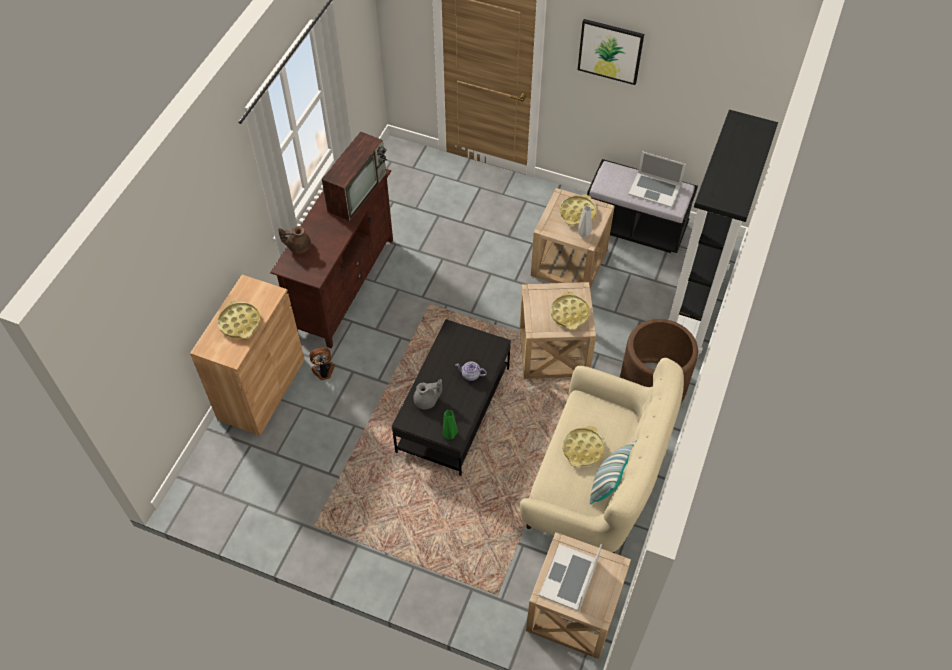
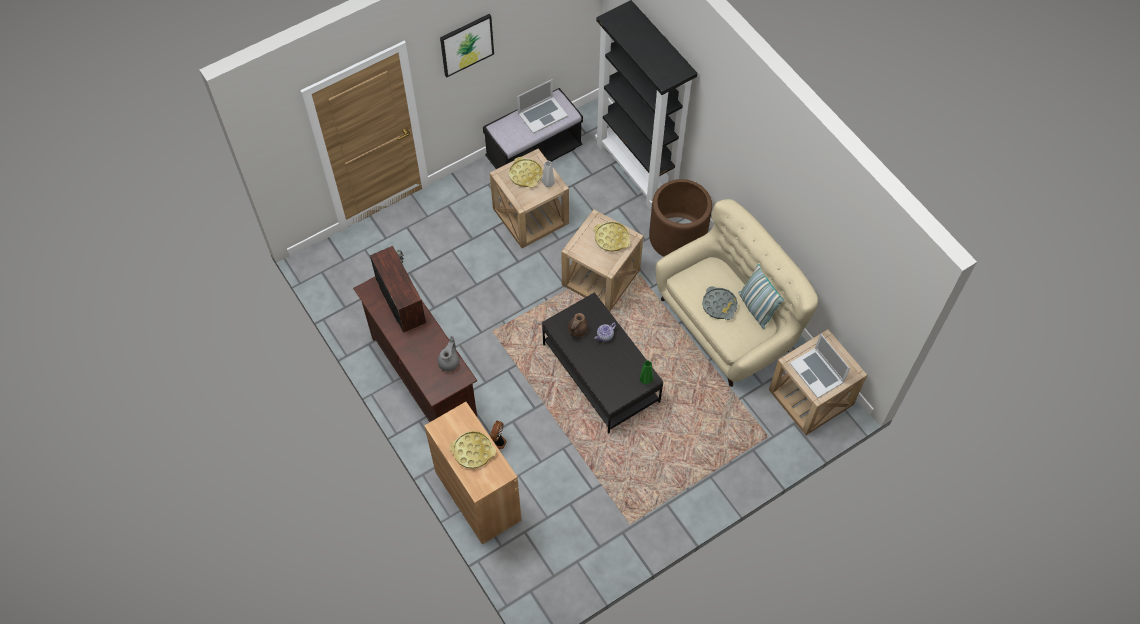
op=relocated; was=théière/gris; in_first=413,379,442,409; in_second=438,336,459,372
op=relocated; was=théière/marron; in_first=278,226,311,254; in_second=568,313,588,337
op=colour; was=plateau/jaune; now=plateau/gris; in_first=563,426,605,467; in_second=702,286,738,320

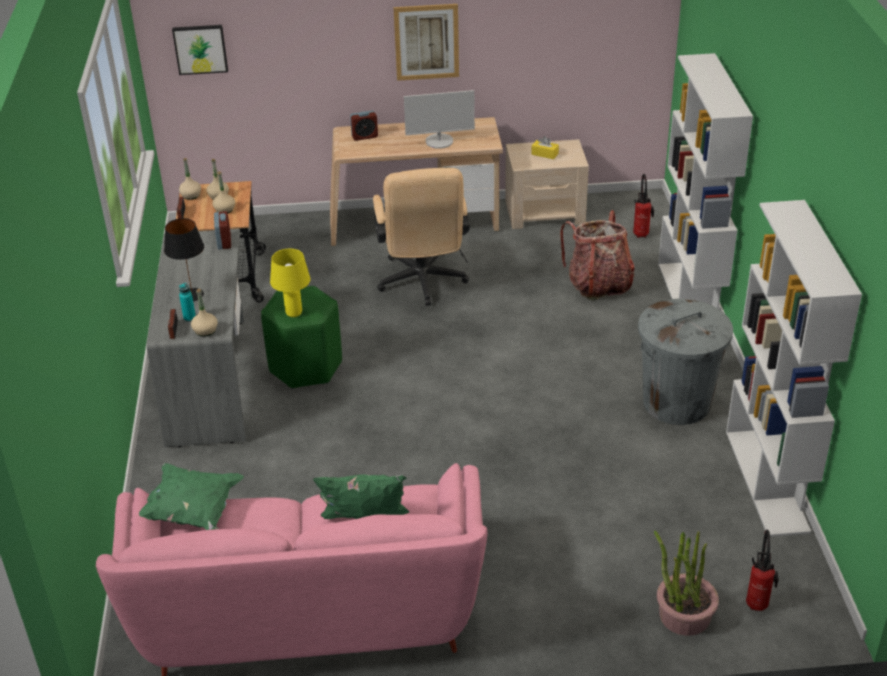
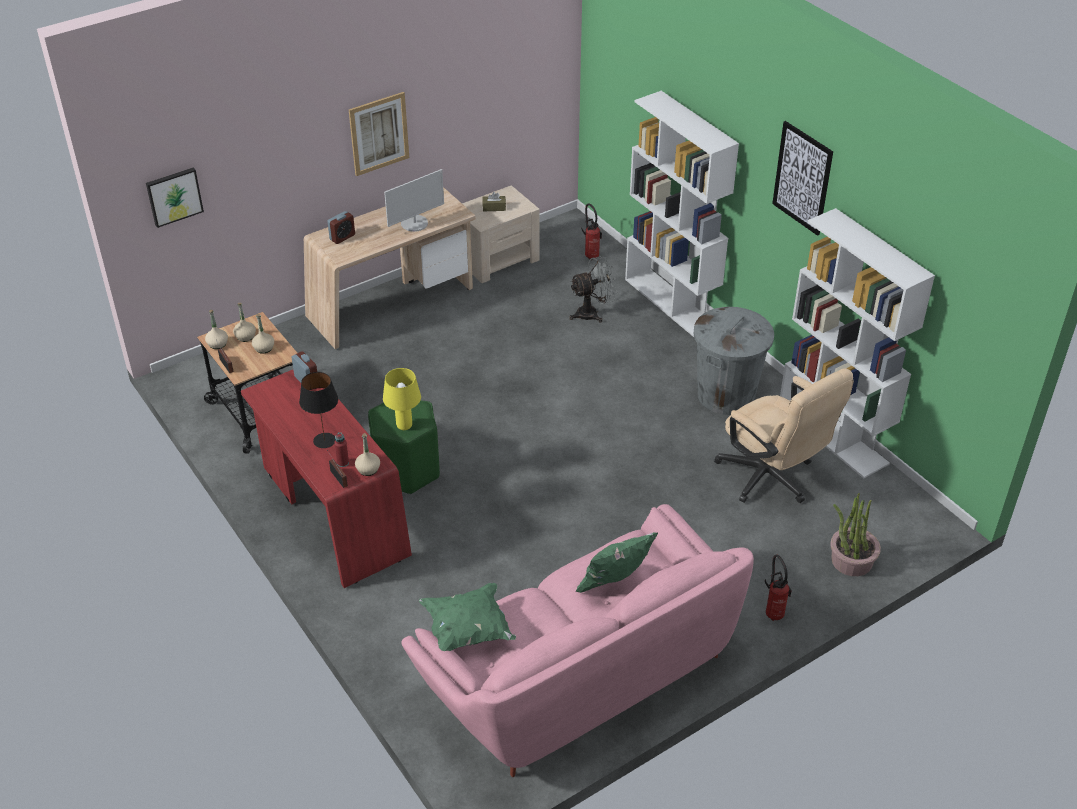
op=colour; was=bureau/gris; now=bureau/rouge; in_first=147,229,246,448; in_second=241,370,412,588
op=colour; was=bouteille/turquoise; now=bouteille/rouge; in_first=179,283,196,322; in_second=334,432,349,467
op=colour; was=boîte à mouchoirs/jaune; now=boîte à mouchoirs/marron; in_first=531,136,559,159; in_second=482,192,506,212
op=exchanged; was=sac à dos; now=ventilateur/gris; in_first=560,210,635,301; in_second=569,257,617,323
op=relocated; was=chaise de bureau/beige; in_first=373,168,470,306; in_second=714,368,854,503
op=relocated; was=extincteur; in_first=746,530,778,611; in_second=765,554,792,621
op=appeared; now=tableau; in_second=772,121,833,236

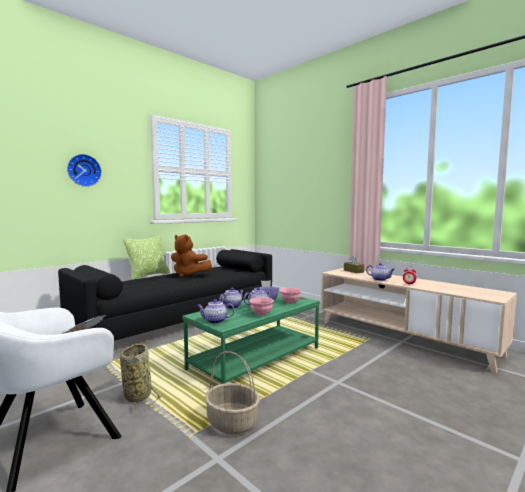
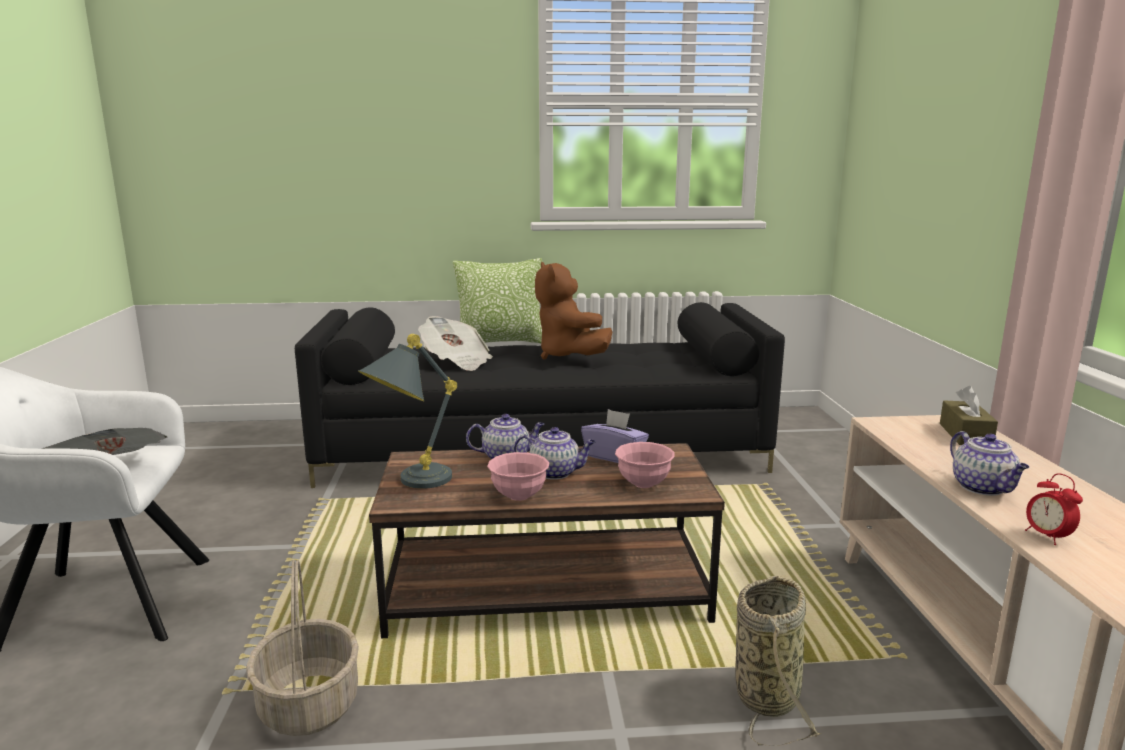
op=exchanged; was=théière; now=lampe de table/gris; in_first=197,299,235,324; in_second=358,334,457,489
op=colour; was=table basse/vert; now=table basse/marron; in_first=182,291,320,384; in_second=369,443,725,638
op=appeared; now=journal; in_second=418,316,493,371
op=relocated; was=panier; in_first=120,344,162,411; in_second=736,576,822,746
op=missing; was=horloge murale; in_first=67,154,102,187

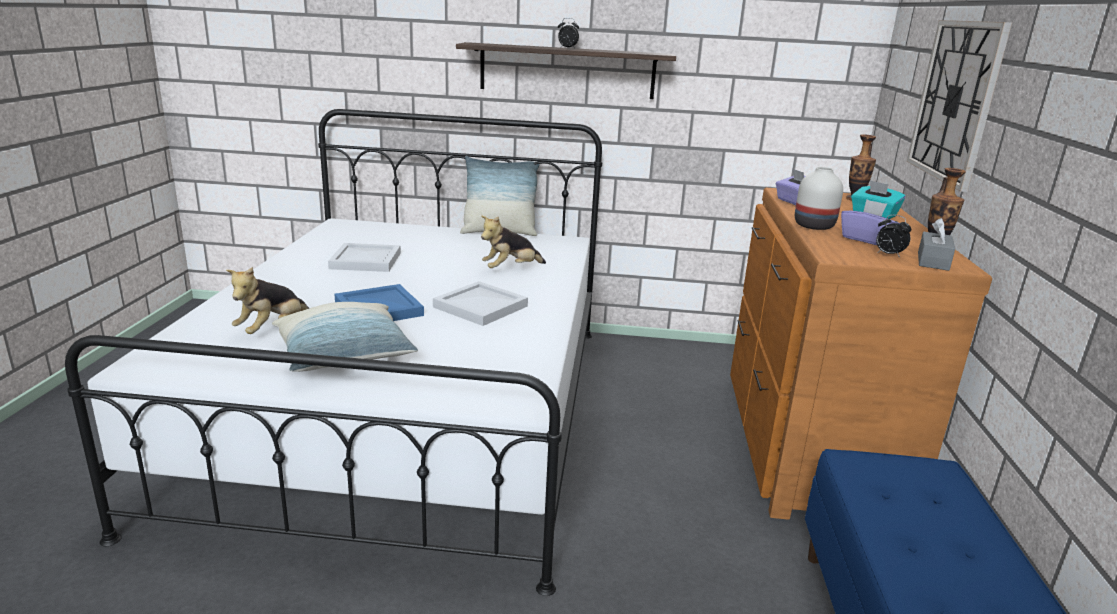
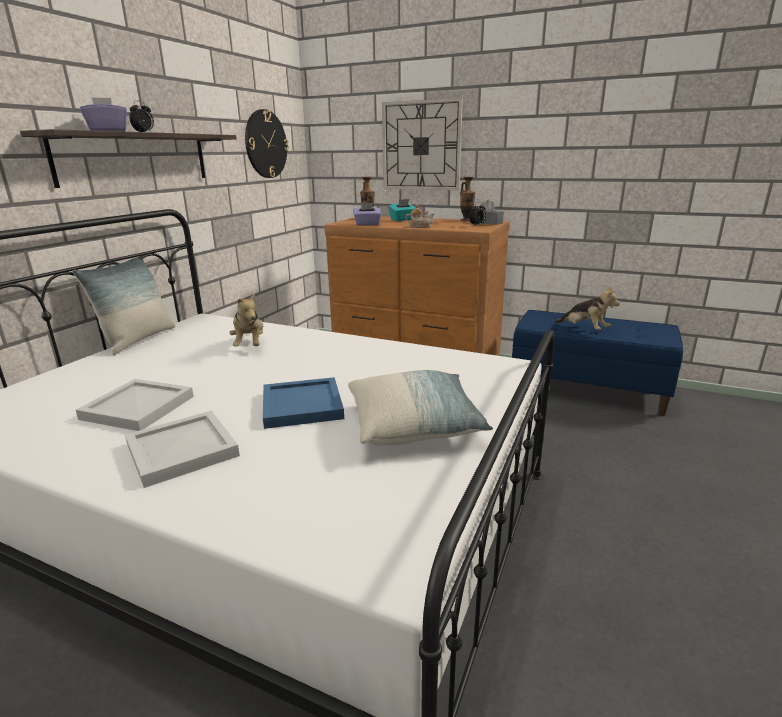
op=relocated; was=boîte à mouchoirs/violet; in_first=841,199,900,245; in_second=80,97,127,132
op=relocated; was=plateau/blanc; in_first=433,281,528,326; in_second=125,411,240,488
op=appeared; now=horloge murale; in_second=245,109,289,178
op=exchanged; was=vase/blanc; now=théière; in_first=795,167,843,230; in_second=406,204,434,228
op=relocated; was=peluche; in_first=226,267,309,334; in_second=554,286,620,330

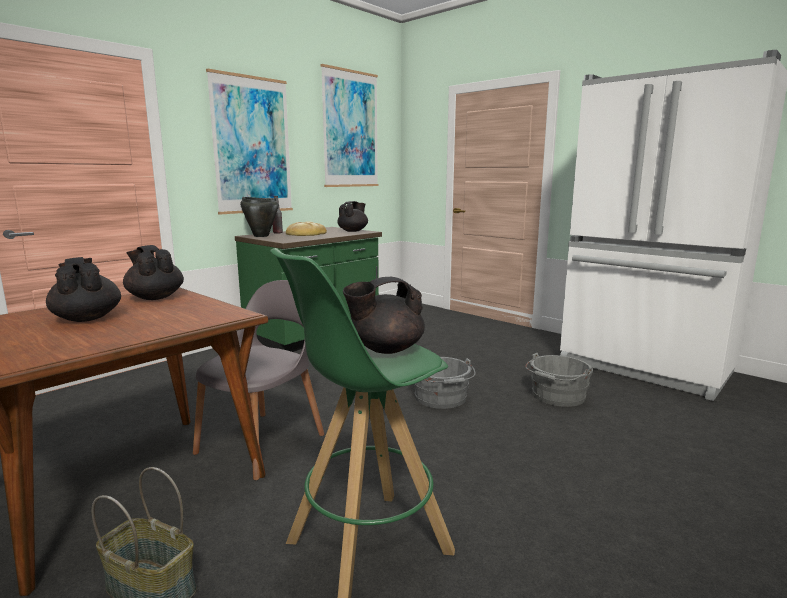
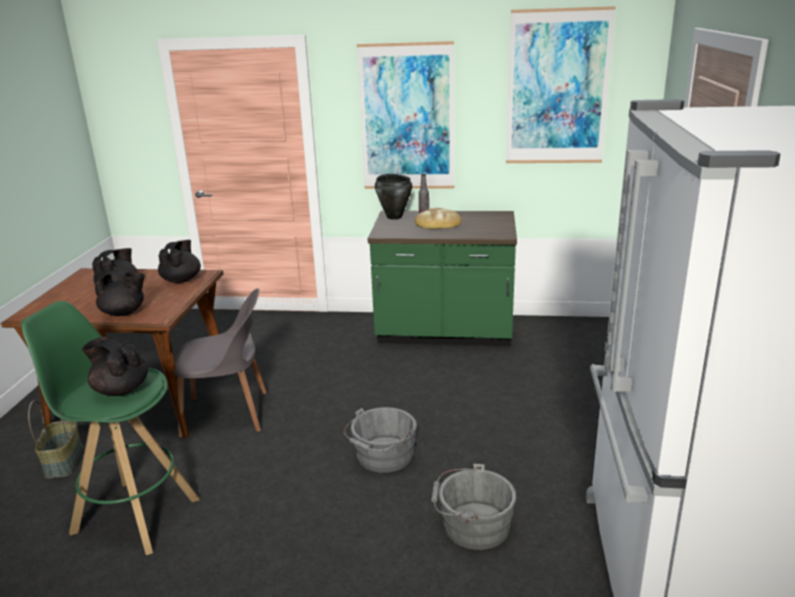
op=relocated; was=théière/noir; in_first=337,201,368,232; in_second=95,270,145,316

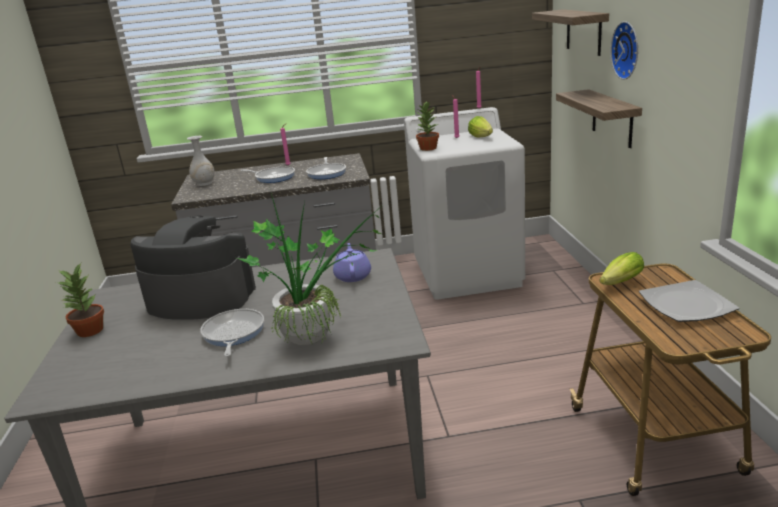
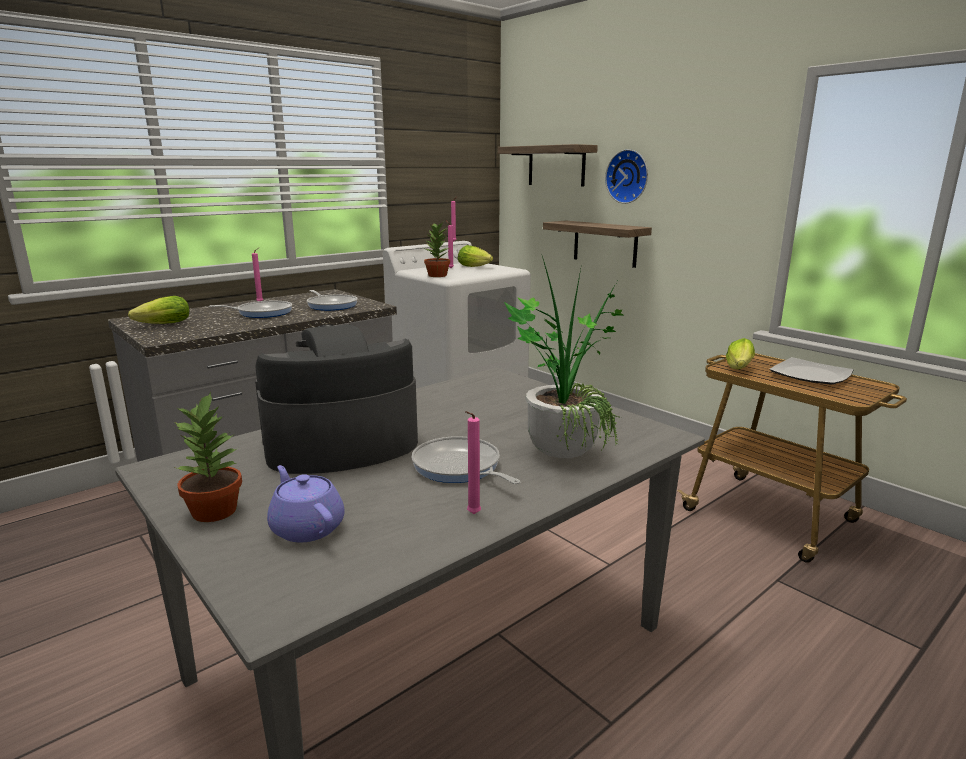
op=exchanged; was=vase/blanc; now=laitue; in_first=187,136,215,186; in_second=128,296,189,324
op=relocated; was=théière/violet; in_first=333,243,371,282; in_second=267,465,345,542
op=appeared; now=bougie/rose; in_second=465,411,481,514

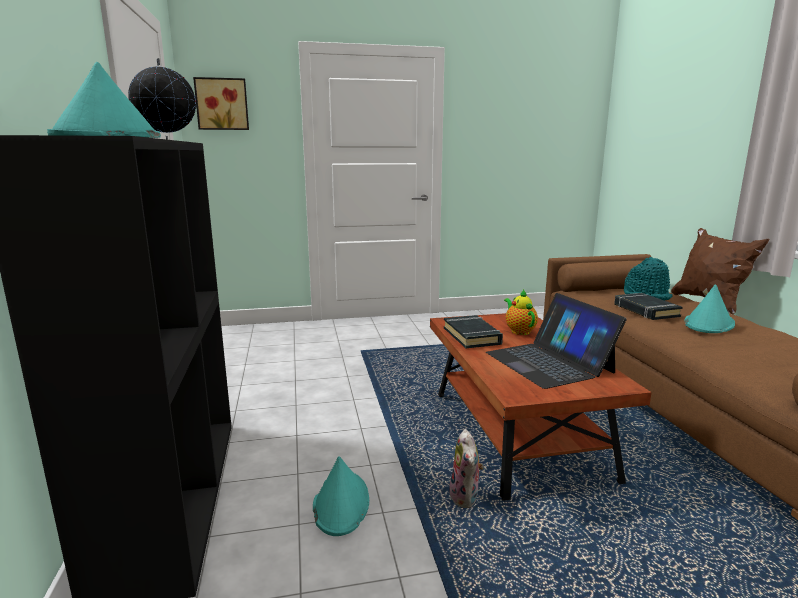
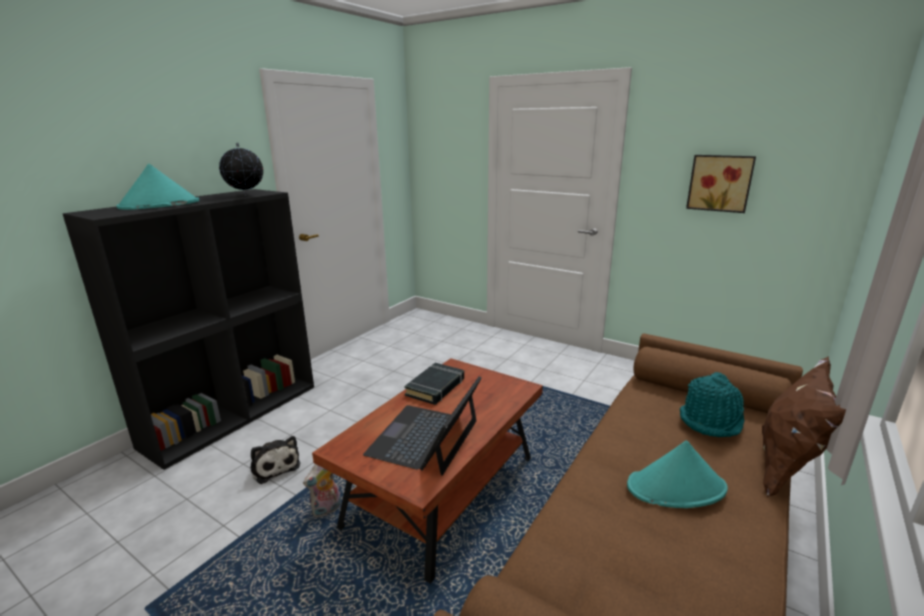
op=exchanged; was=chapeau/turquoise; now=peluche; in_first=313,456,369,536; in_second=250,436,300,484
op=relocated; was=tableau; in_first=193,77,249,130; in_second=686,155,756,213
op=missing; was=théière; in_first=504,289,538,335
op=missing; was=livre/noir; in_first=614,293,683,320

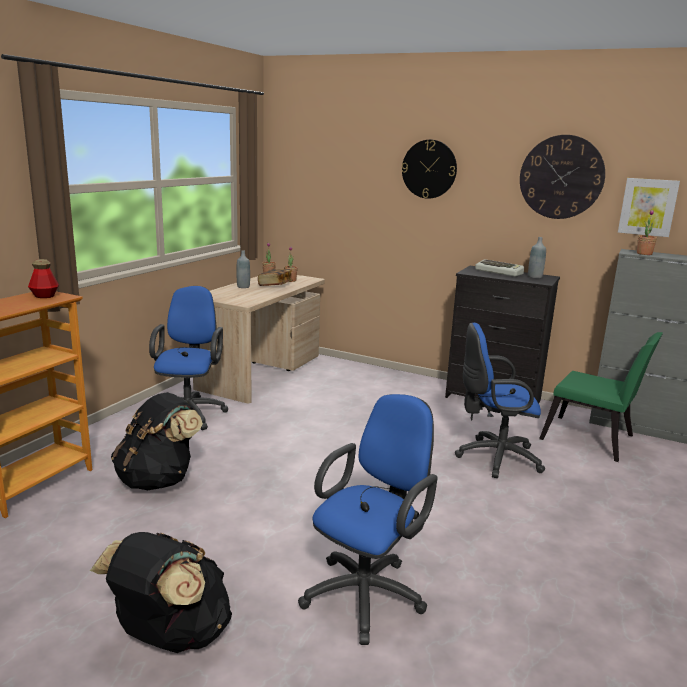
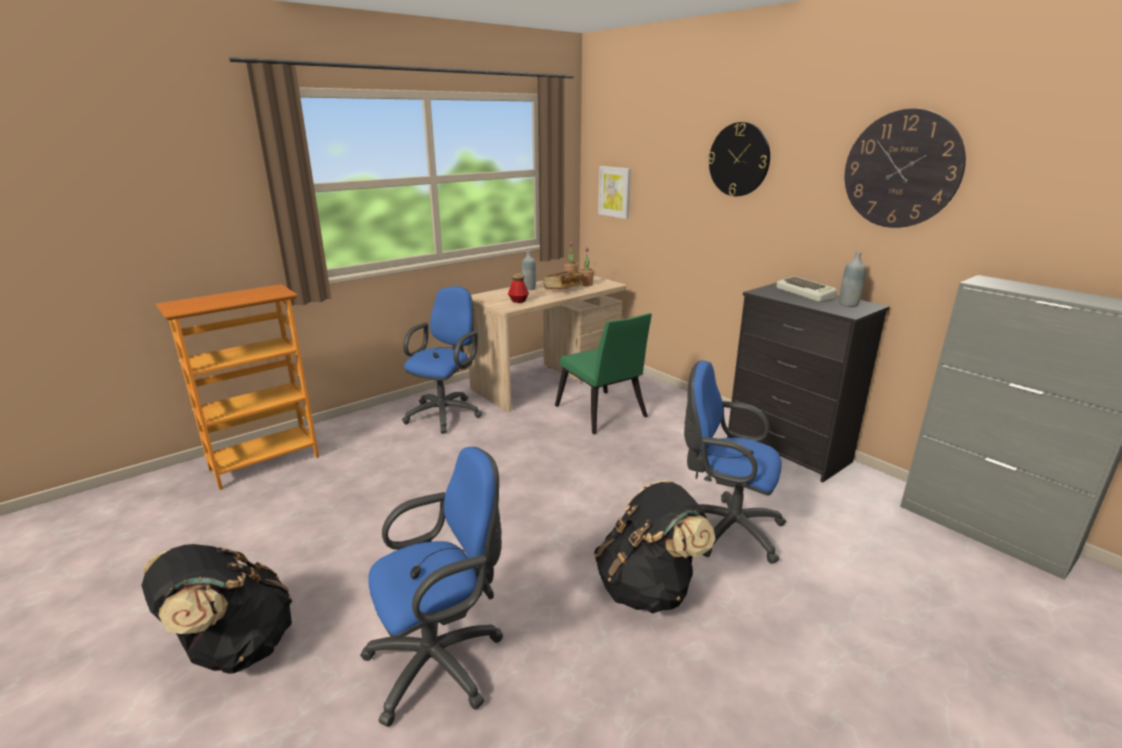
op=relocated; was=bouteille; in_first=28,259,59,298; in_second=508,273,529,303
op=relocated; was=chaise/vert; in_first=539,332,663,462; in_second=555,313,652,434
op=relocated; was=sac à dos/noir; in_first=111,392,203,490; in_second=594,480,715,613
op=relocated; was=tableau; in_first=618,178,680,237; in_second=598,166,631,219
op=missing; was=plante en pot; in_first=637,210,657,255

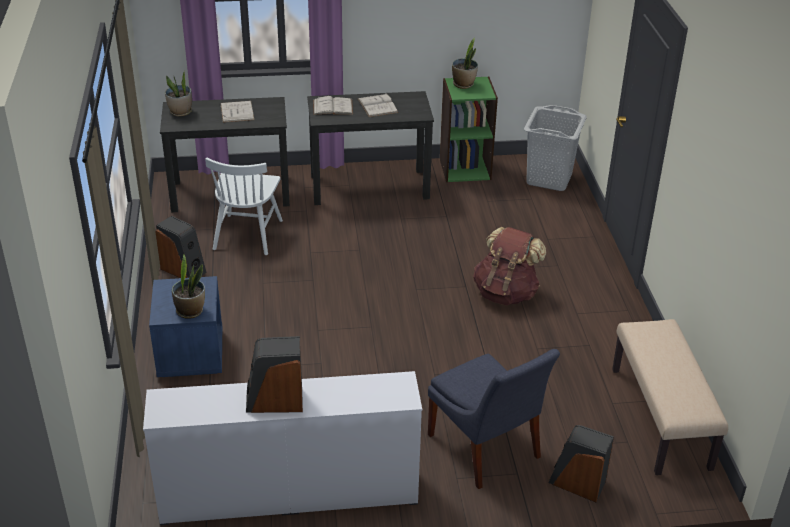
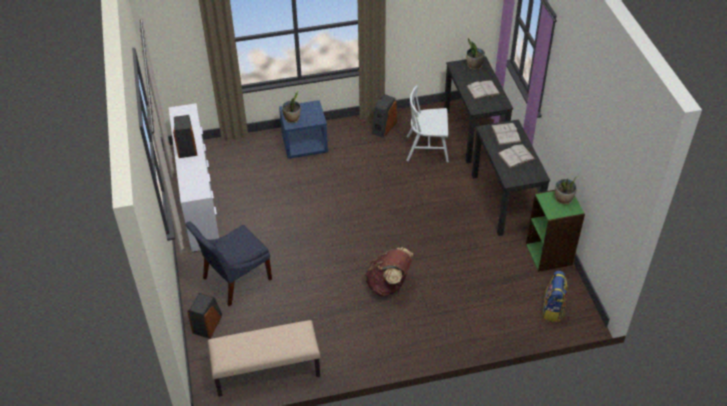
op=exchanged; was=panier à linge/gris; now=sac à dos; in_first=524,105,587,191; in_second=542,271,568,322

